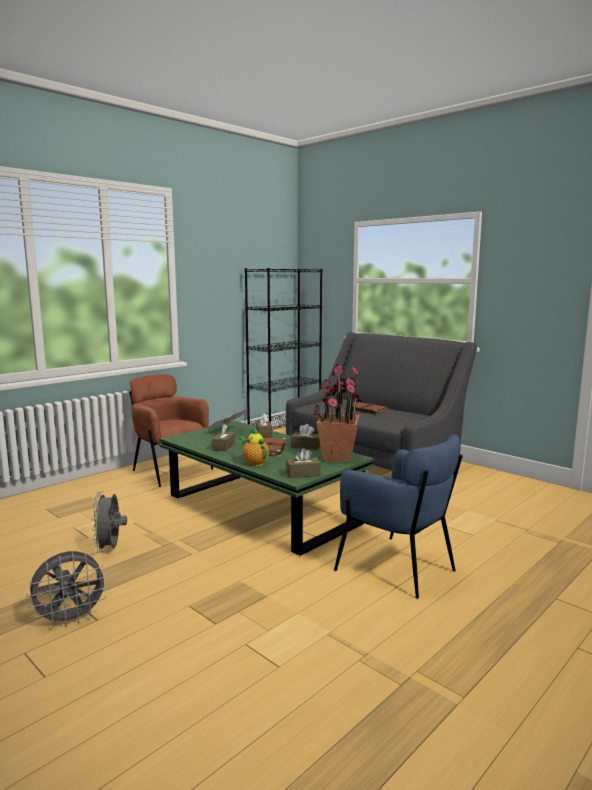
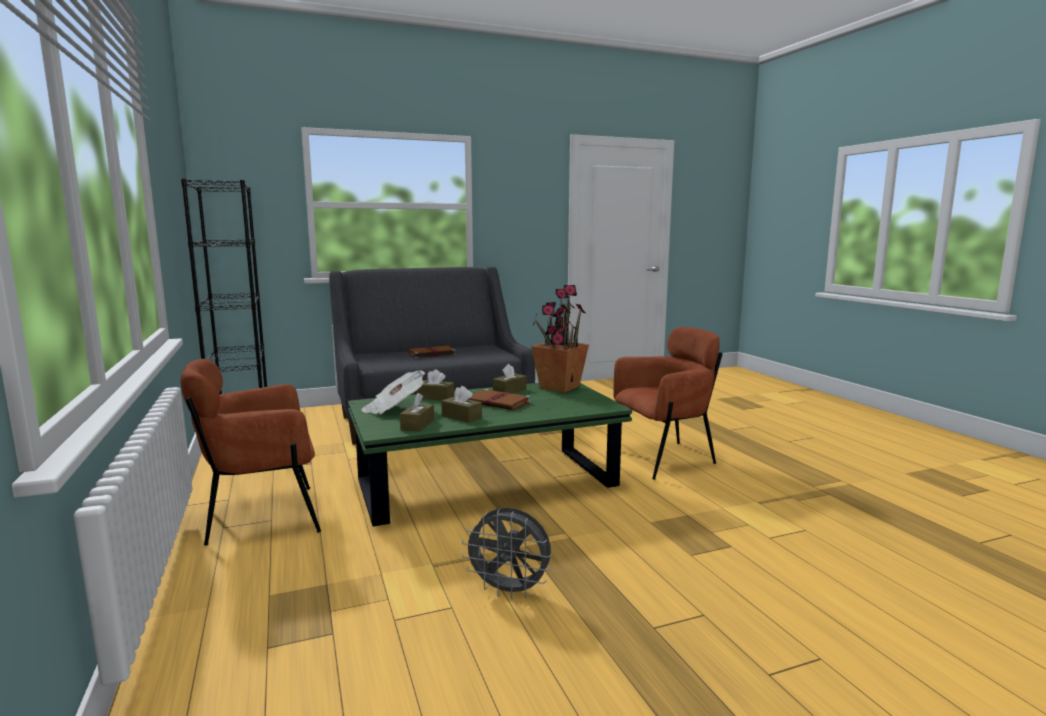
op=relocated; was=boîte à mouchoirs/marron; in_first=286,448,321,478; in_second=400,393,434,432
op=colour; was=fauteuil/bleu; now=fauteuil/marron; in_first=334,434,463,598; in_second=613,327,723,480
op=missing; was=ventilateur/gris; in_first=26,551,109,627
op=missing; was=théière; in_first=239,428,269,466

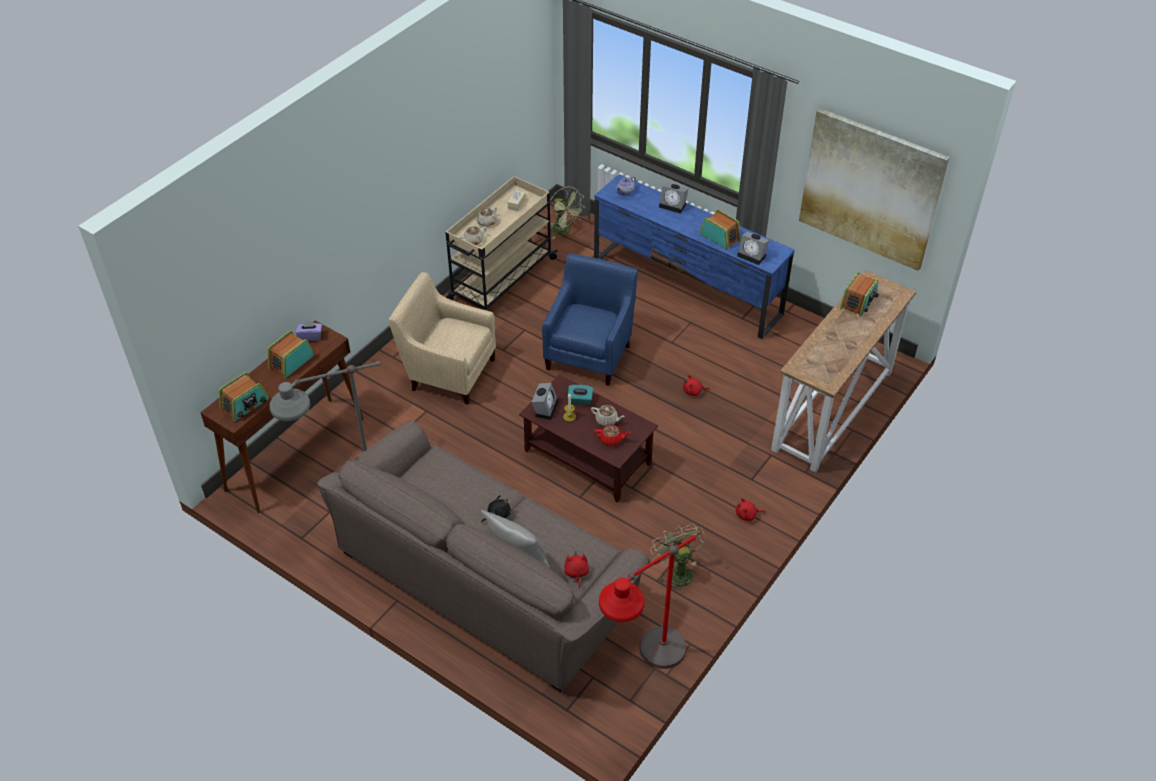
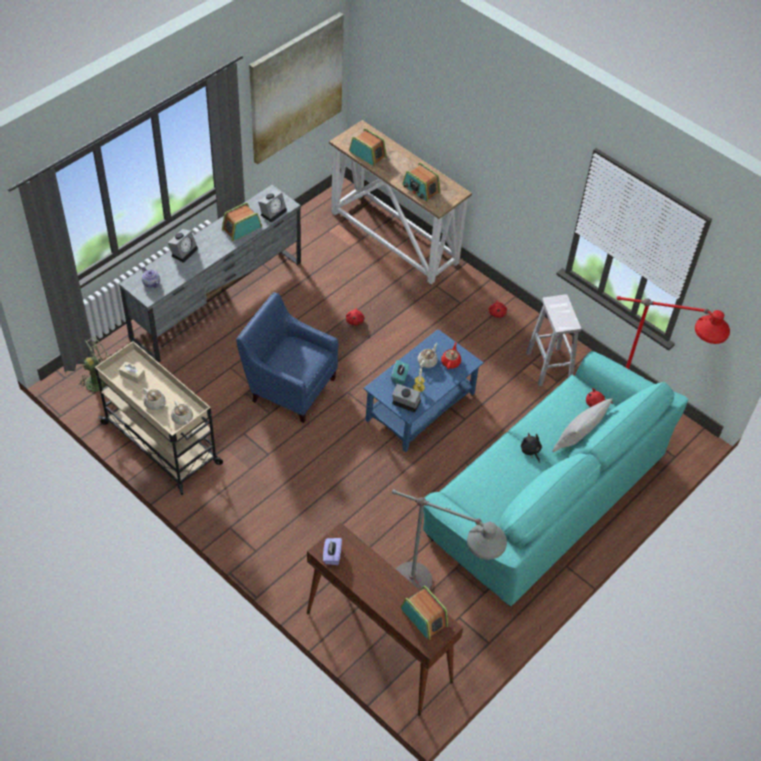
op=colour; was=meuble télé/bleu; now=meuble télé/gris; in_first=594,174,795,339; in_second=119,185,301,363
op=colour; was=table basse/marron; now=table basse/bleu; in_first=519,374,658,503; in_second=364,329,484,452
op=relocated; was=radio; in_first=268,330,314,378; in_second=402,163,440,202
op=colour; was=canapé/marron; now=canapé/turquoise; in_first=317,420,650,692; in_second=423,351,688,607
op=exchanged; was=ventilateur/vert; now=tabouret/blanc; in_first=651,523,706,594; in_second=526,294,581,386
op=missing; was=fauteuil/beige; in_first=389,272,496,404

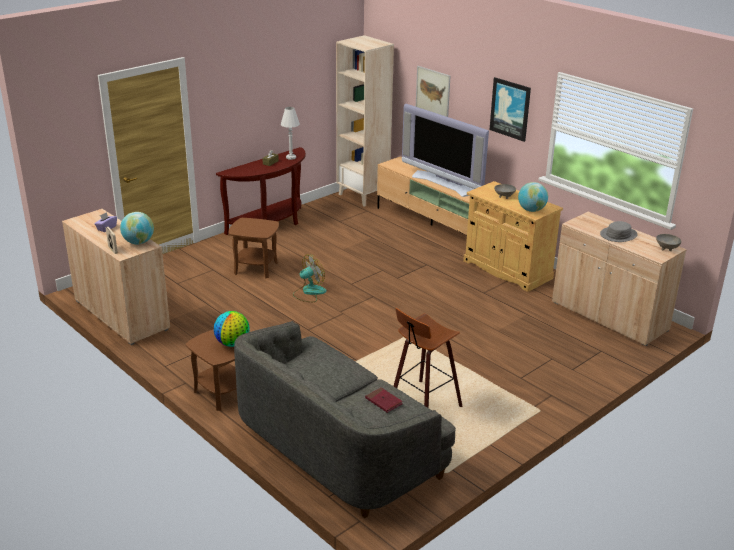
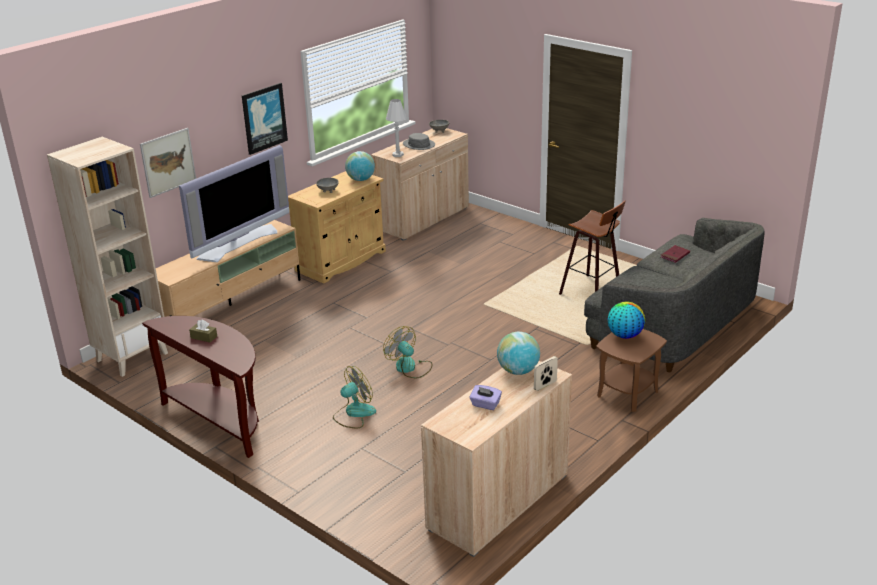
op=exchanged; was=table d'appoint/marron; now=ventilateur; in_first=229,218,279,278; in_second=333,366,376,428
op=relocated; was=lampe de table/blanc; in_first=280,107,300,160; in_second=386,99,407,157

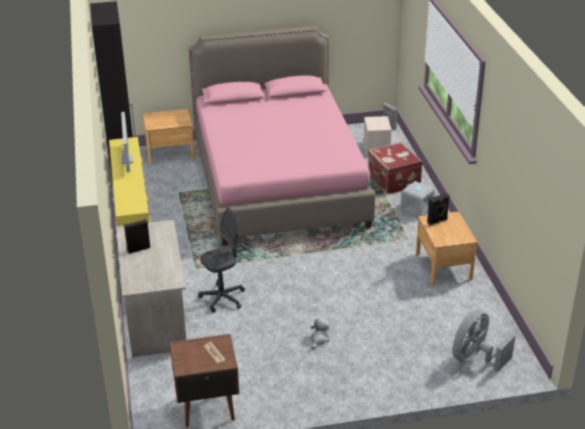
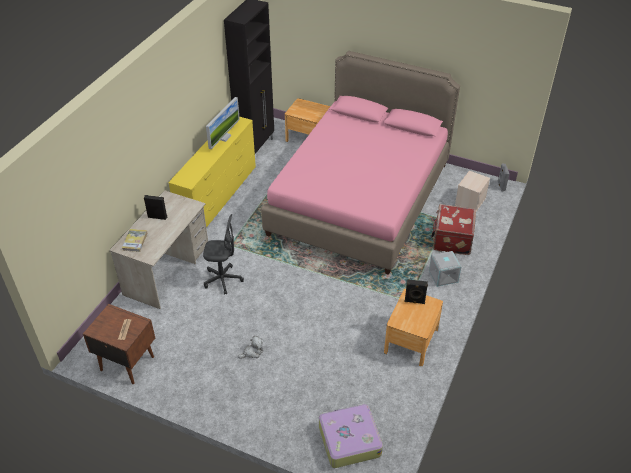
op=appeared; now=livre; in_second=122,229,147,252
op=exchanged; was=ventilateur/gris; now=valise; in_first=452,310,515,372; in_second=319,404,383,468

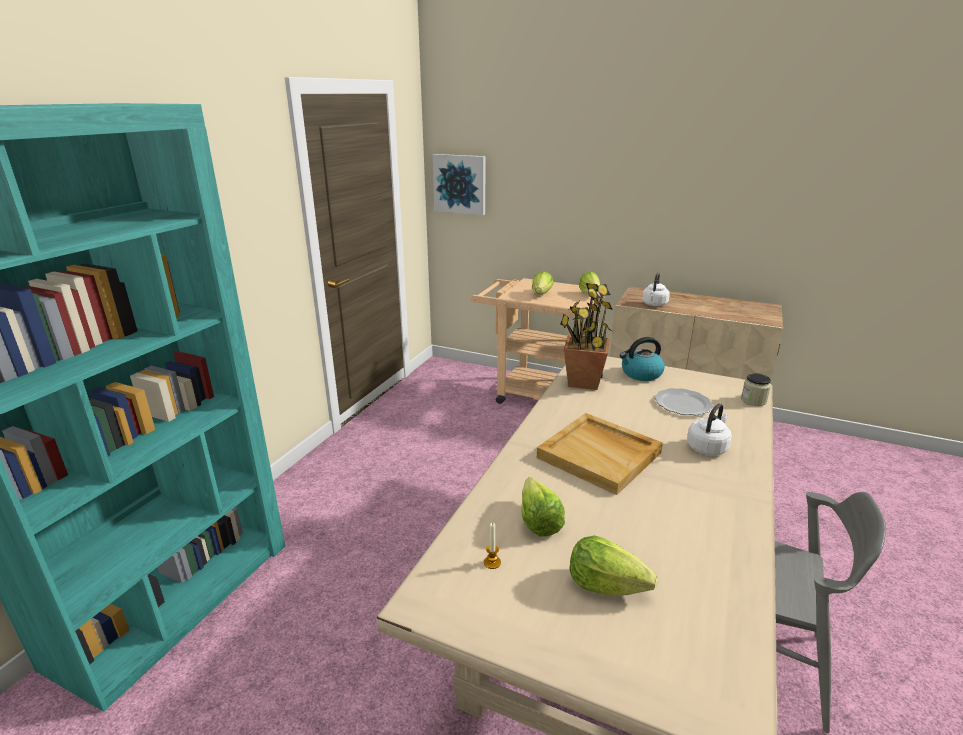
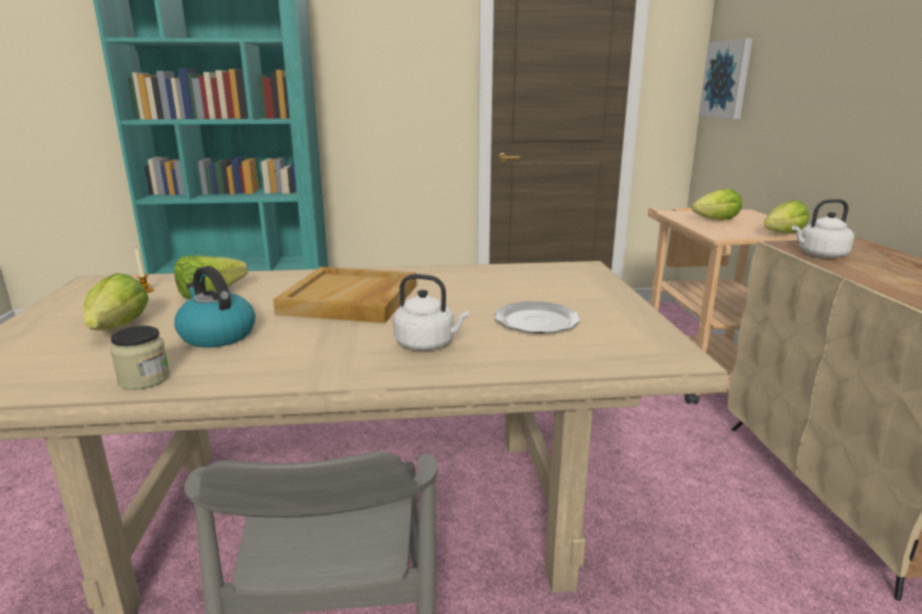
op=relocated; was=bocal; in_first=741,373,771,406; in_second=110,326,170,390
op=relocated; was=bouilloire; in_first=620,337,665,381; in_second=174,266,256,348
op=missing; was=plante en pot; in_first=560,283,613,390

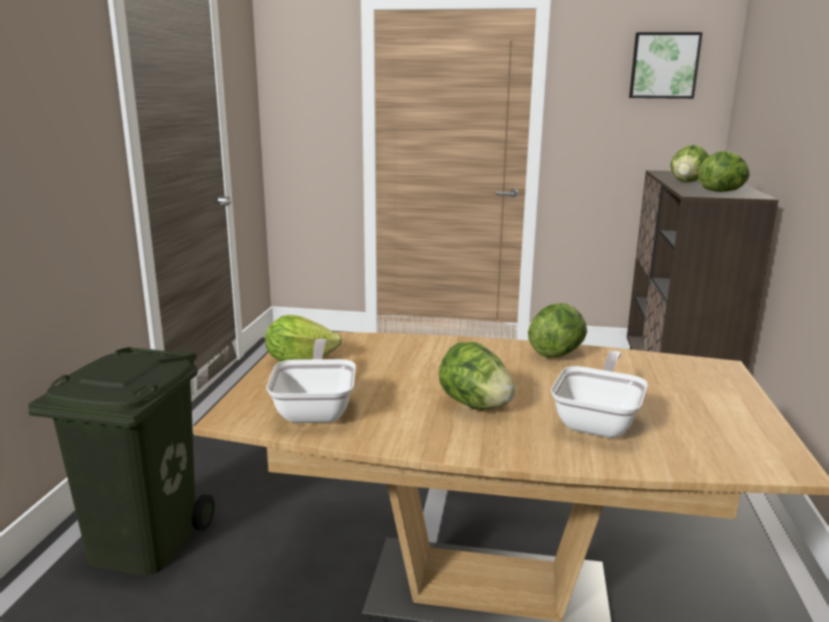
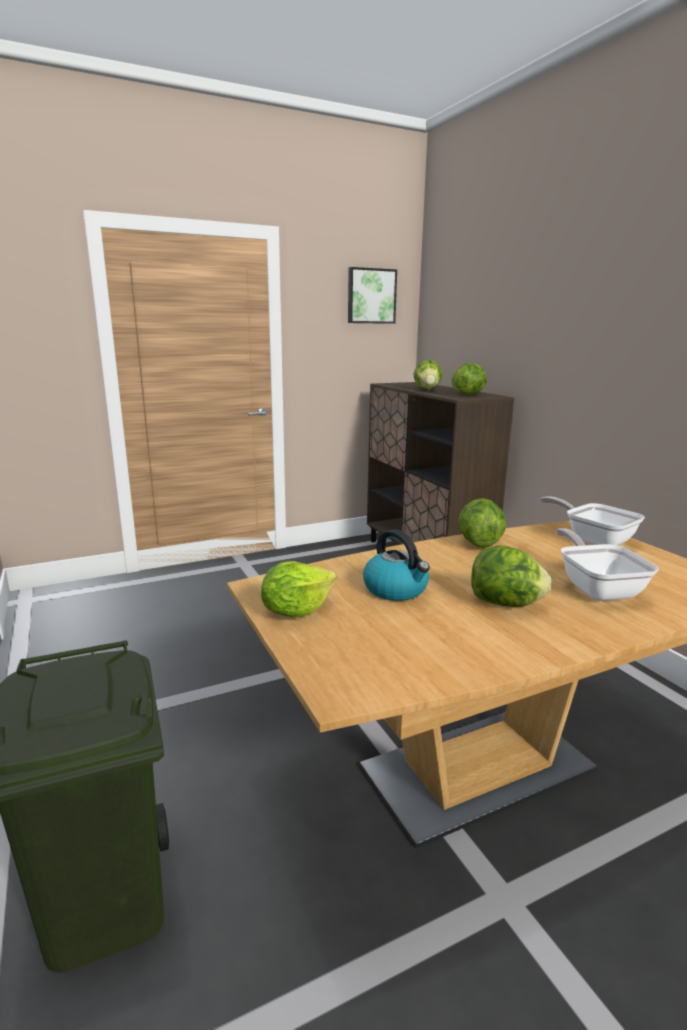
op=appeared; now=bouilloire; in_second=363,529,430,601
op=relocated; was=poêle; in_first=266,339,356,423; in_second=540,496,645,545

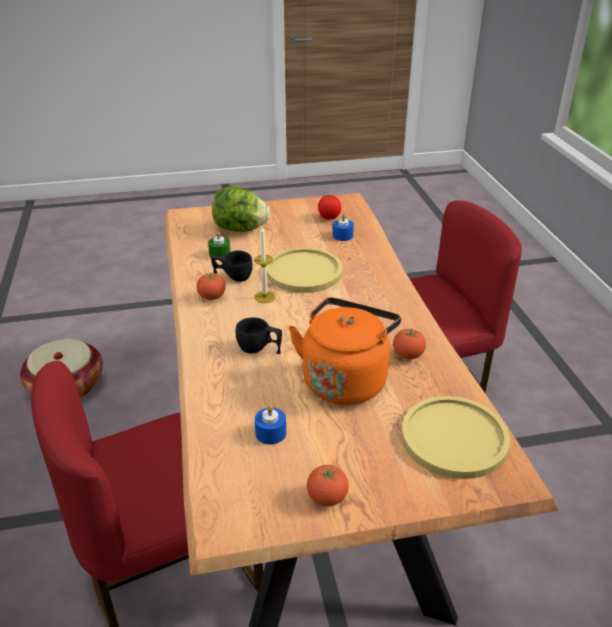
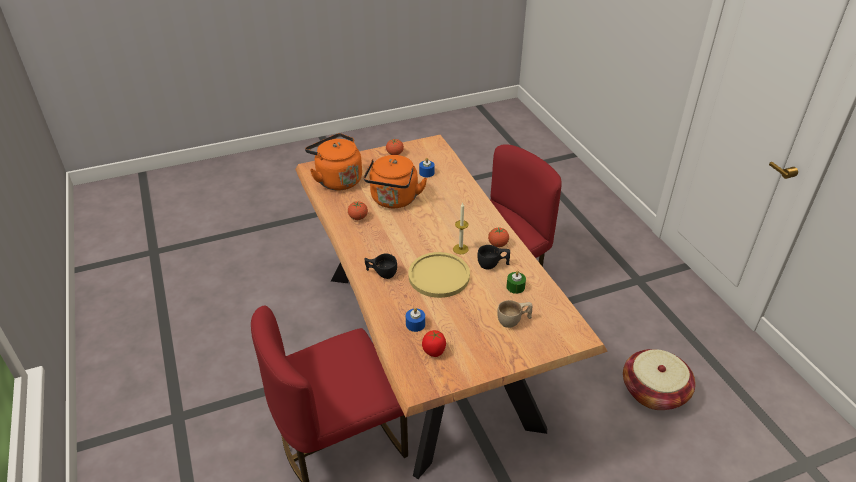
op=exchanged; was=assiette/jaune; now=bouilloire/orange; in_first=402,396,510,479; in_second=305,133,362,190
op=relocated; was=tasse/noir; in_first=236,317,282,354; in_second=364,254,397,279
op=exchanged; was=laitue; now=tasse/beige; in_first=212,186,270,232; in_second=497,300,532,328

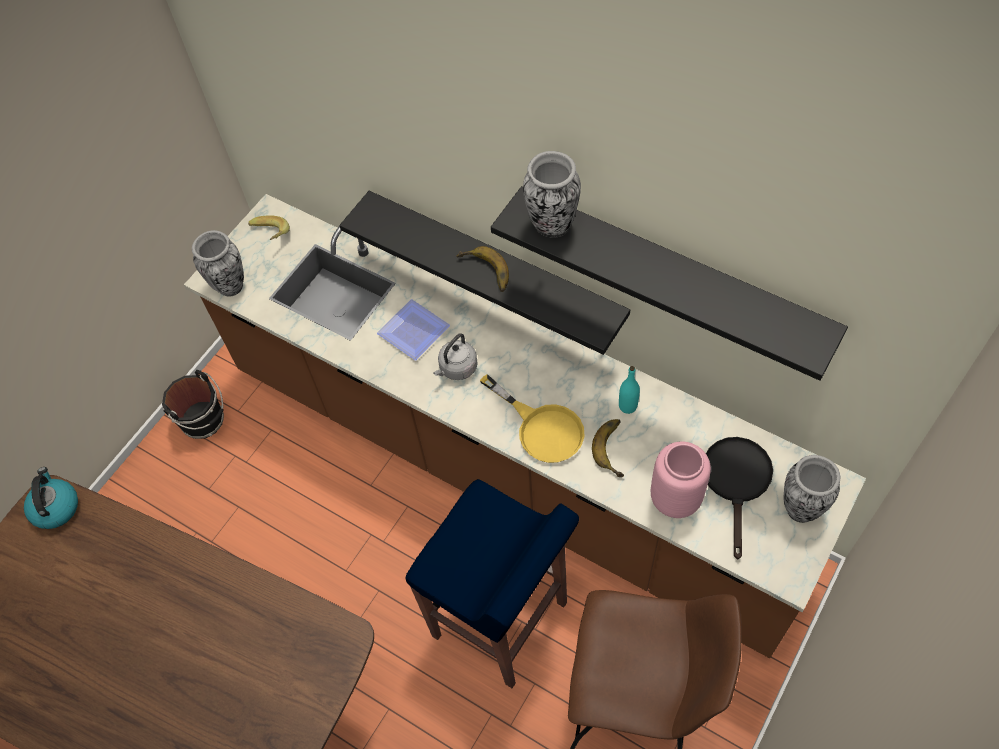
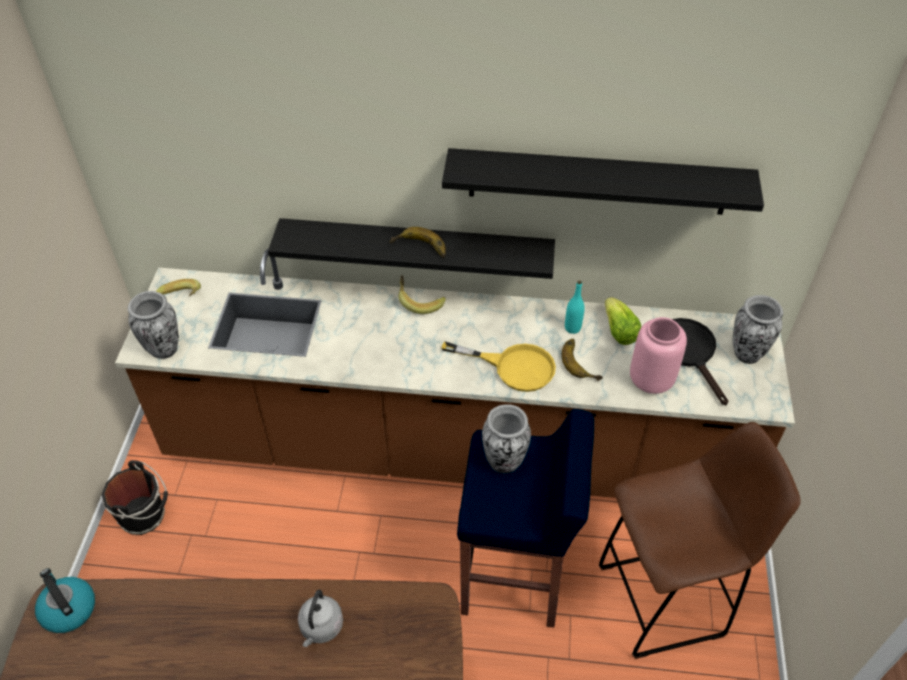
op=relocated; was=bouilloire/gris; in_first=434,333,478,380; in_second=298,590,343,647
op=appeared; now=banane; in_second=398,275,446,314
op=relocated; was=vase; in_first=523,151,581,238; in_second=482,404,531,473
op=appeared; now=laitue; in_second=605,297,641,345
op=missing; was=assiette; in_first=377,299,450,360

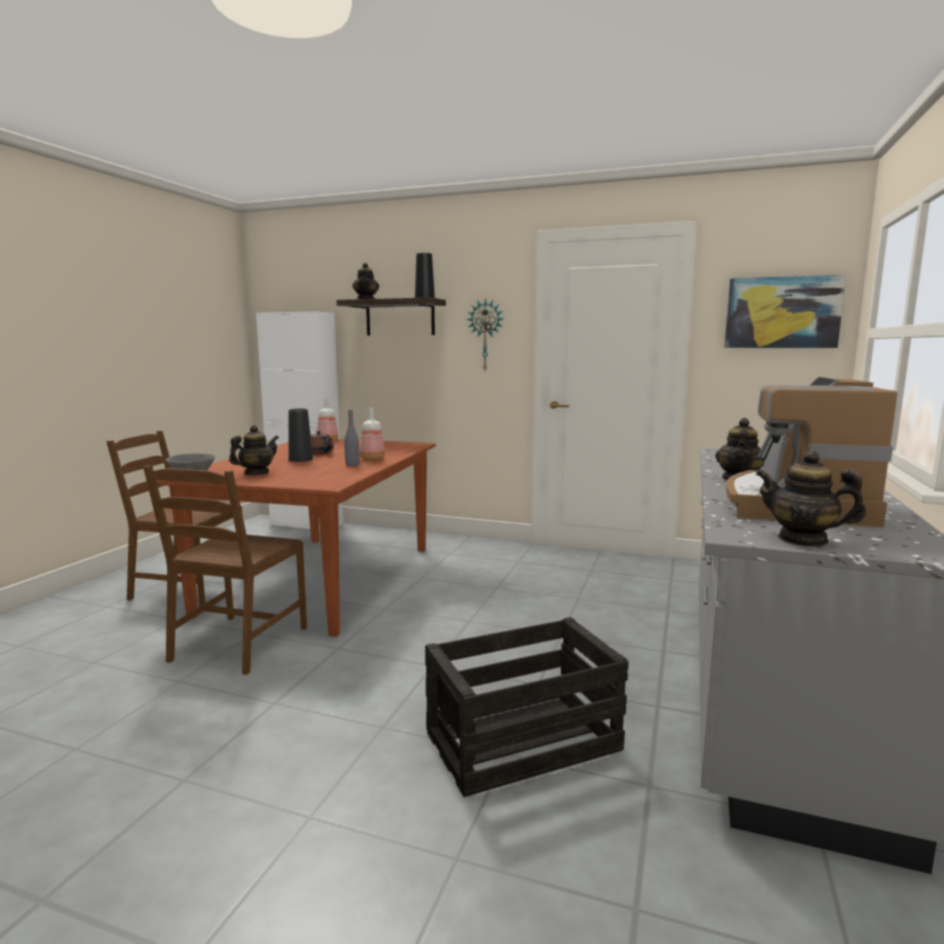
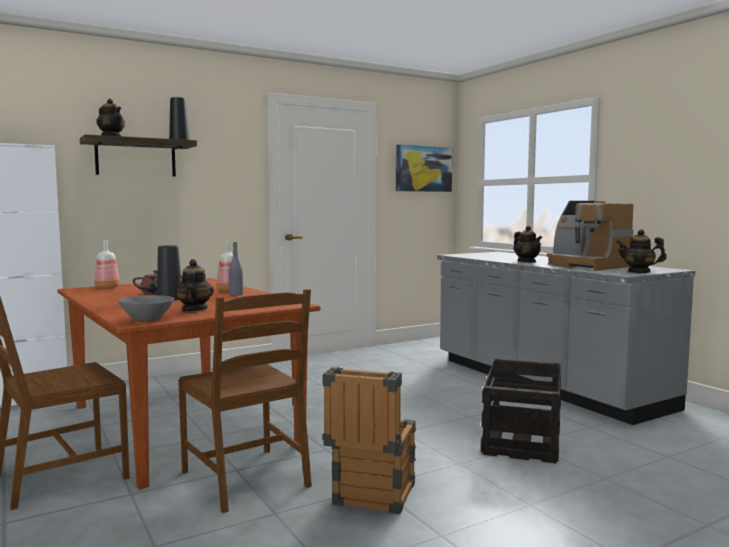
op=appeared; now=caisse; in_second=323,367,416,514
op=spun; was=théière; in_first=756,450,866,547; in_second=616,229,667,273; clockwise=45
op=missing; was=horloge murale; in_first=466,298,504,370

